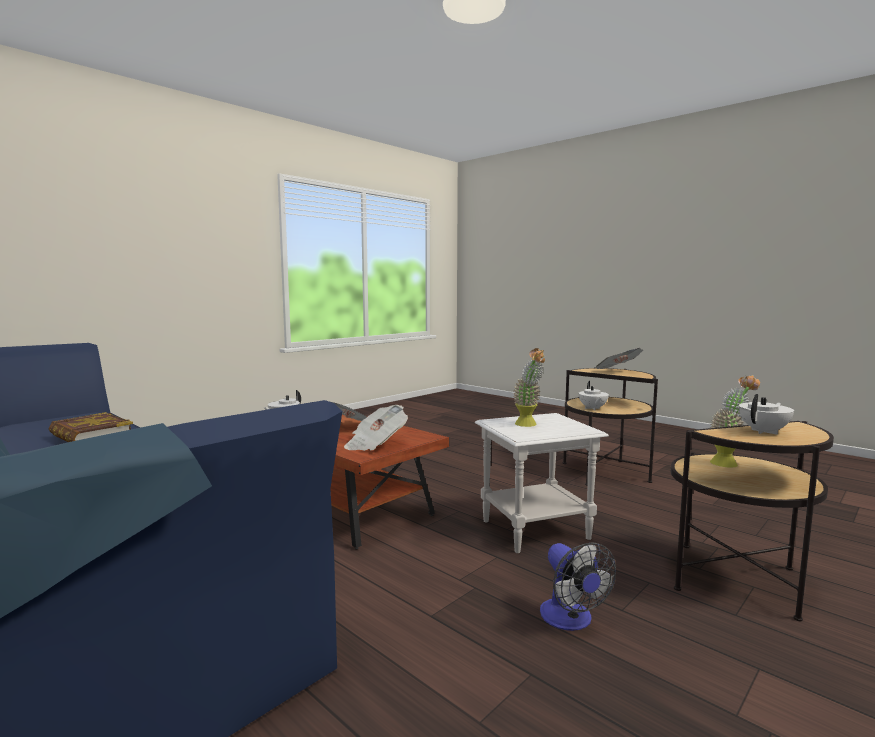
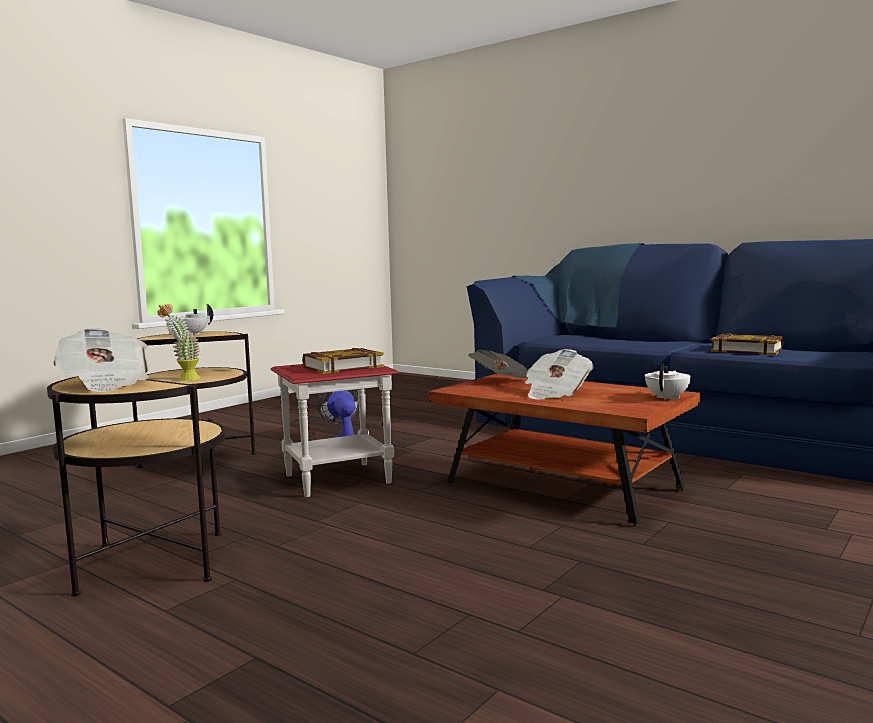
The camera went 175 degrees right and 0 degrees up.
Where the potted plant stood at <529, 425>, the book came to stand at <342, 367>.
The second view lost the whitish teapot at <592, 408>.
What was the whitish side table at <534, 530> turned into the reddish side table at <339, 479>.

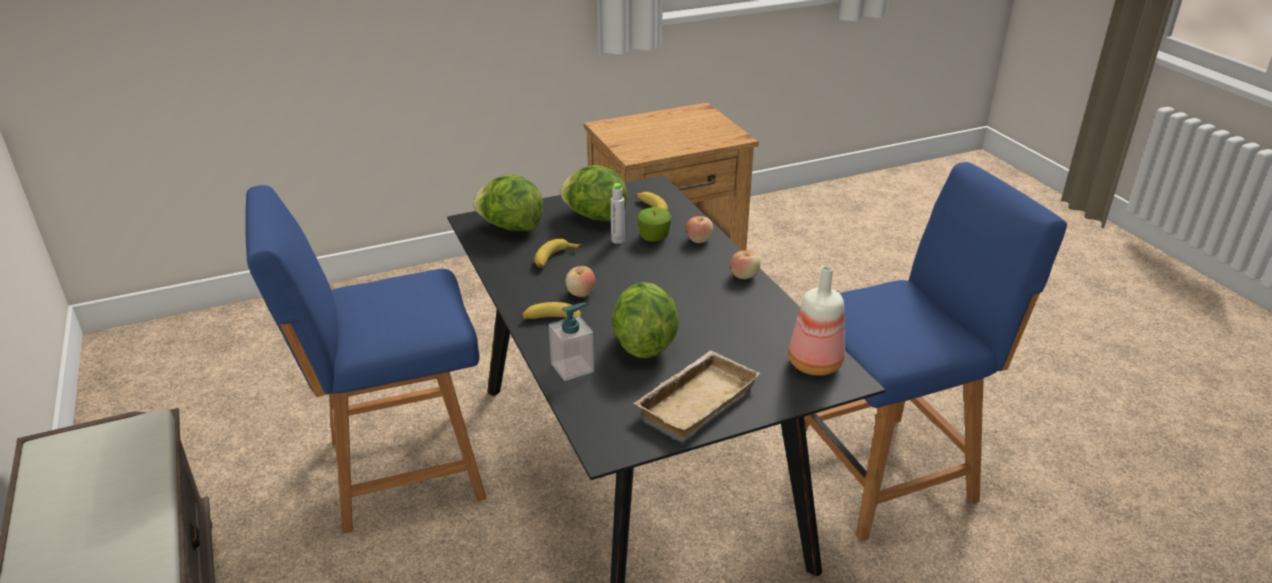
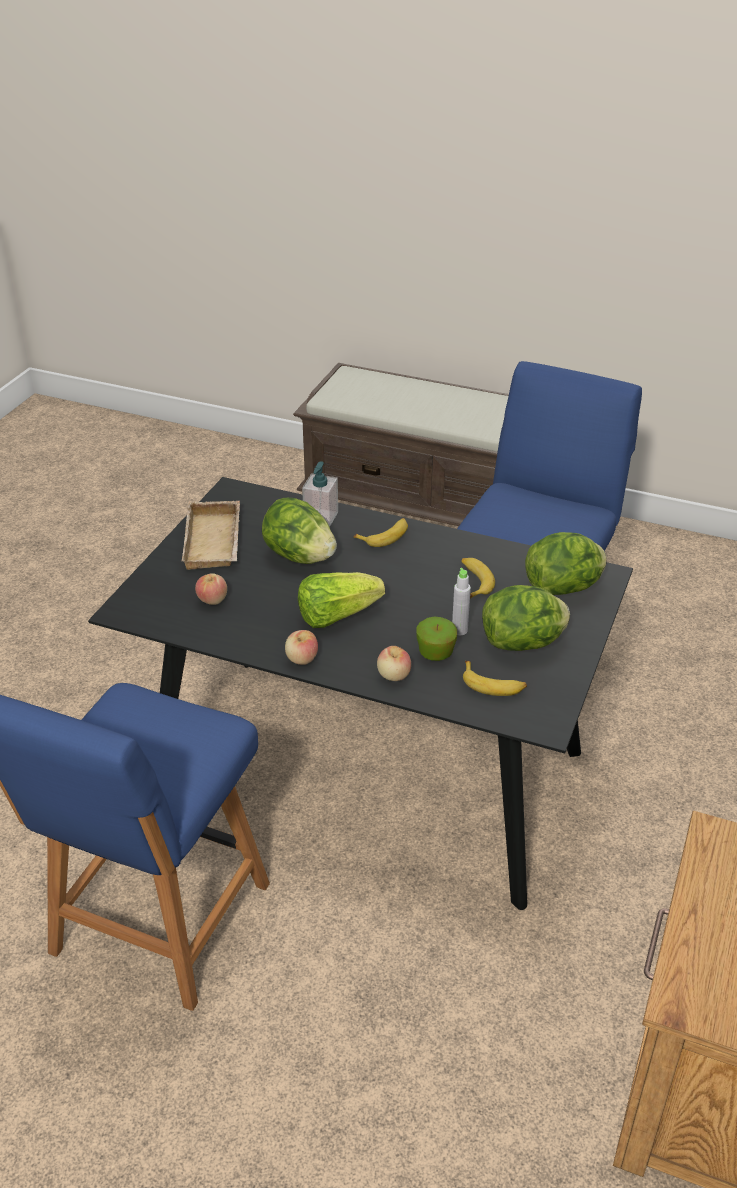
The camera went 135 degrees right and 5 degrees up.
The apple ended up elsewhere, having gone from <581, 293> to <212, 600>.
The second view lost the drink bottle at <813, 363>.
The second view gained the lettuce at <336, 615>.

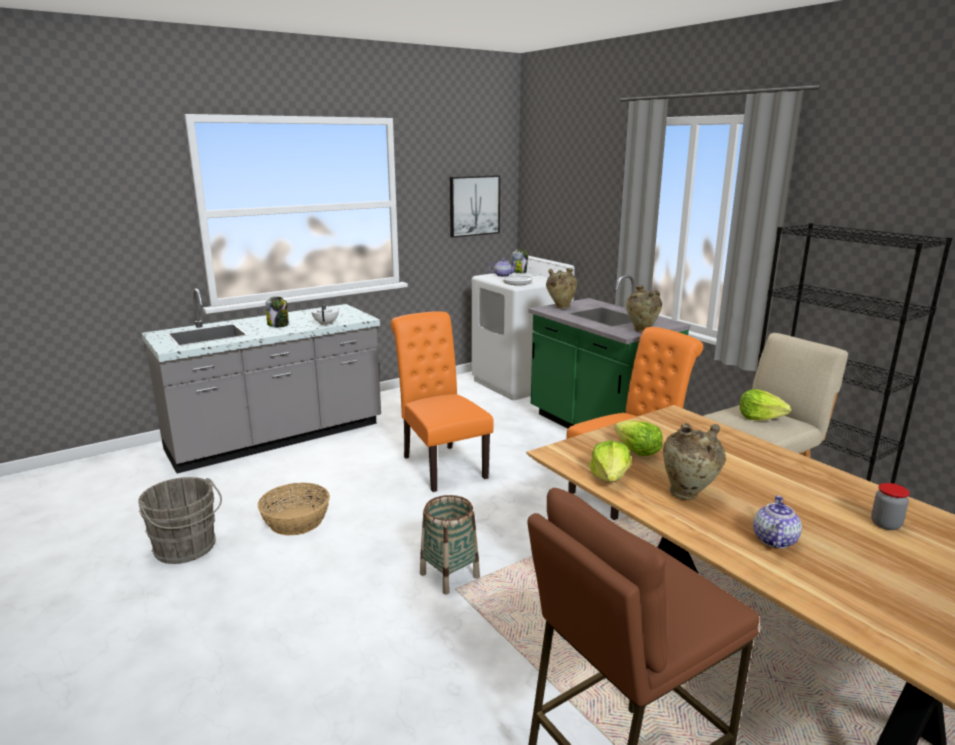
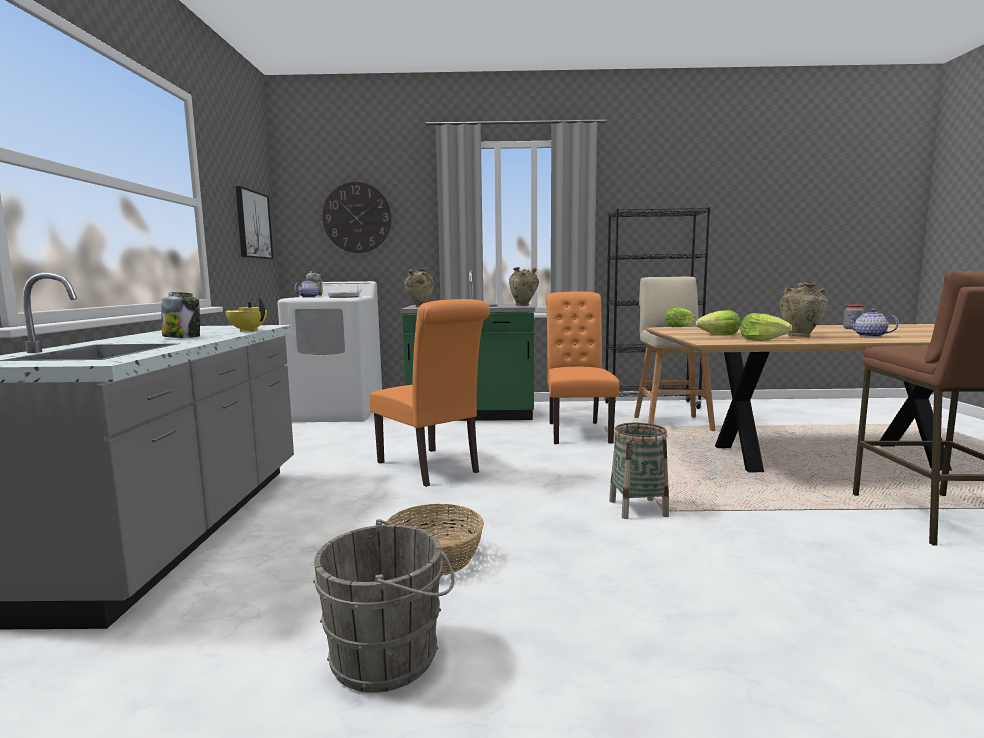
The camera went 55 degrees left and 10 degrees down.
What was the whitish teapot at <326, 324> turned into the yellowish teapot at <248, 330>.
The orange chair at <440, 465> ended up facing another way, 135 degrees counterclockwise from before.
The second view gained the wall clock at <357, 217>.

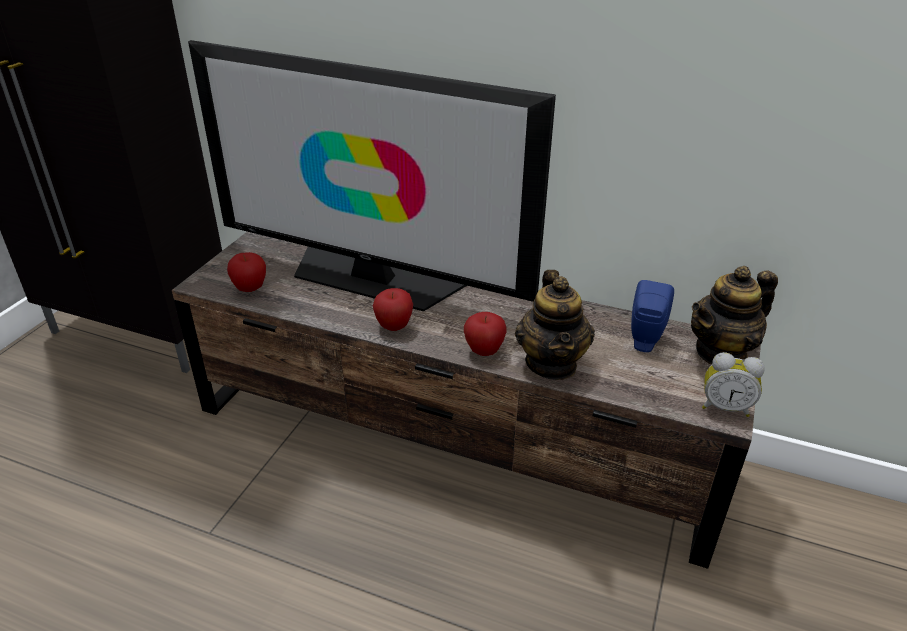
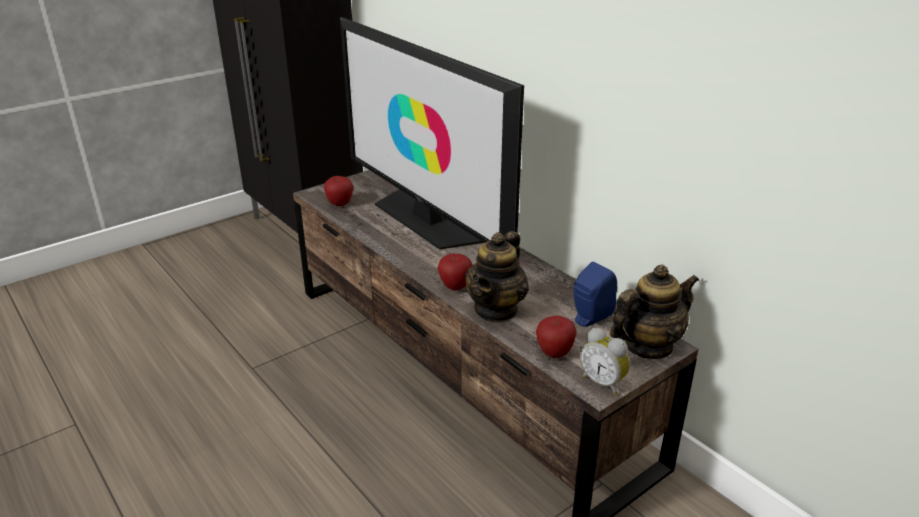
The camera went 30 degrees right and 5 degrees down.
The teapot at <721, 352> ended up facing another way, 150 degrees clockwise from before.
The apple ended up elsewhere, having gone from <394, 326> to <554, 353>.

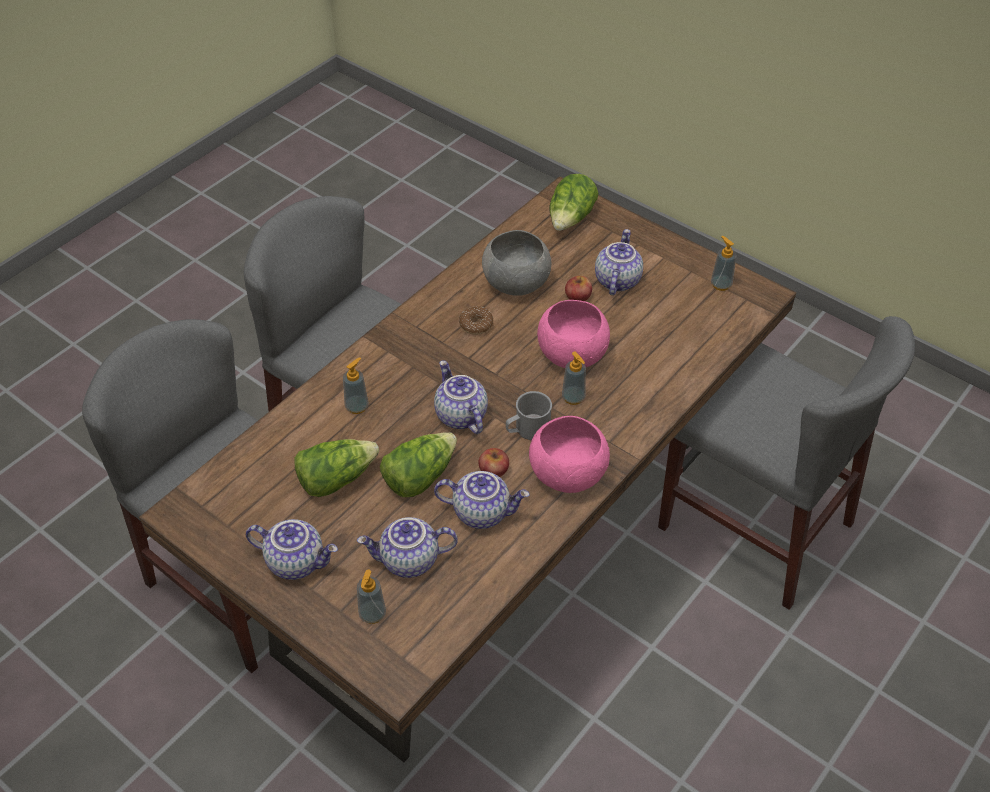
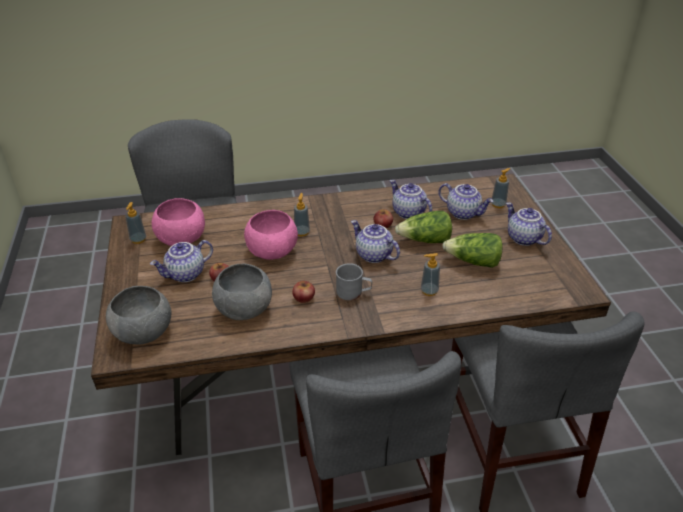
The camera went 140 degrees left and 10 degrees down.
Where the lettuce stood at <571, 219>, the grey deep dish came to stand at <143, 332>.
Where the ring doughnut stood at <476, 324>, the apple came to stand at <304, 297>.
The teapot at <459, 416> ended up facing another way, 120 degrees clockwise from before.
The grey mug ended up elsewhere, having gone from <527, 430> to <353, 292>.
The pink-coloured deep dish ended up elsewhere, having gone from <567, 473> to <181, 239>.

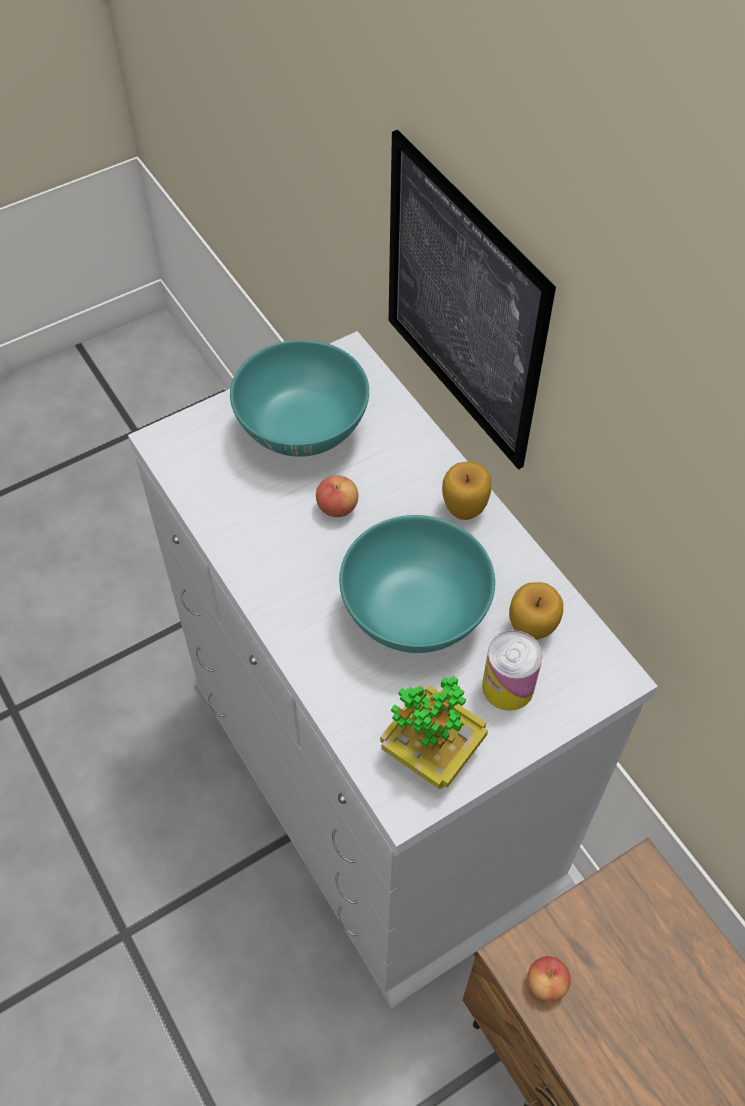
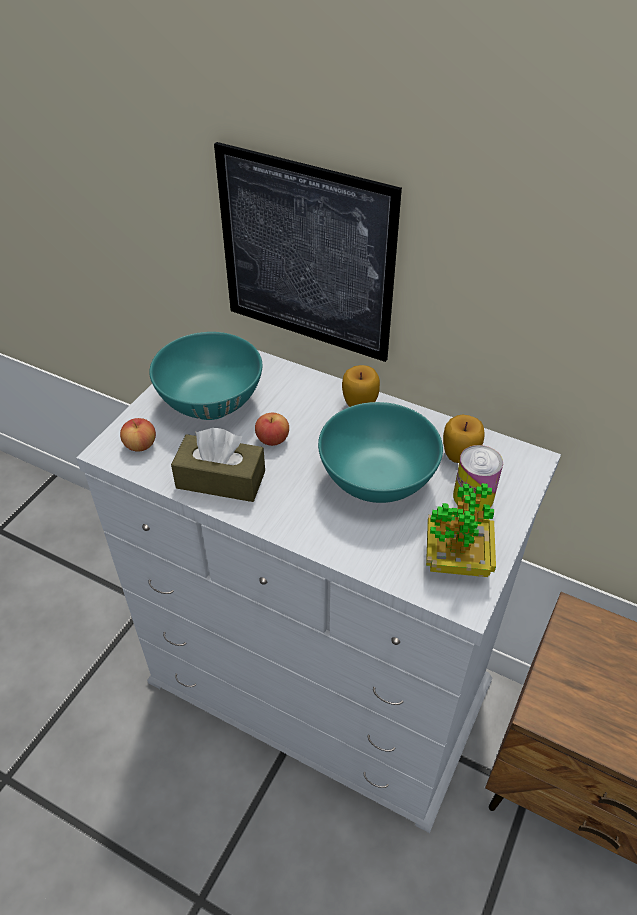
The camera went 30 degrees left and 10 degrees down.
The apple ended up elsewhere, having gone from <546, 983> to <140, 445>.
The second view gained the brown tissue box at <221, 479>.

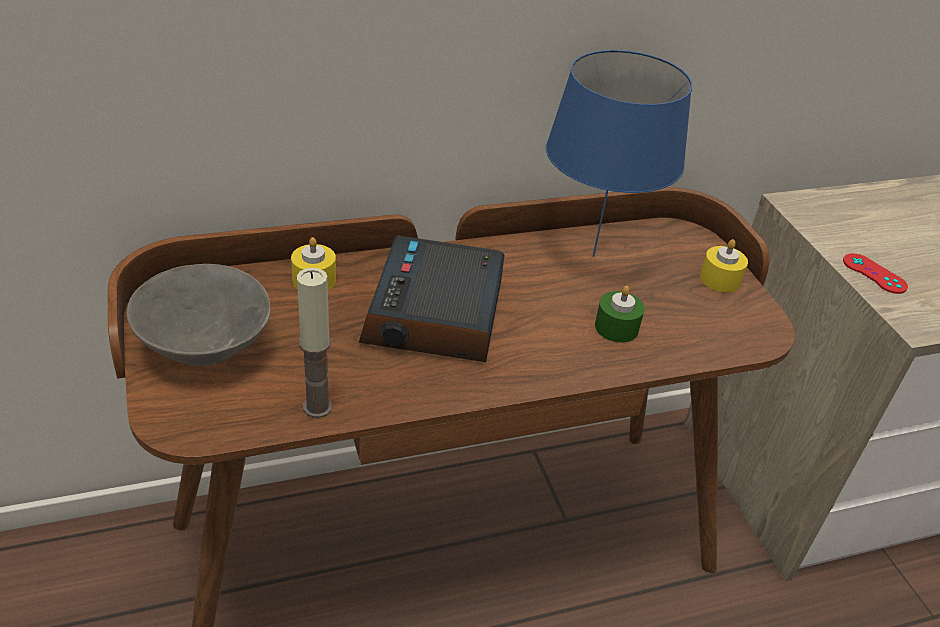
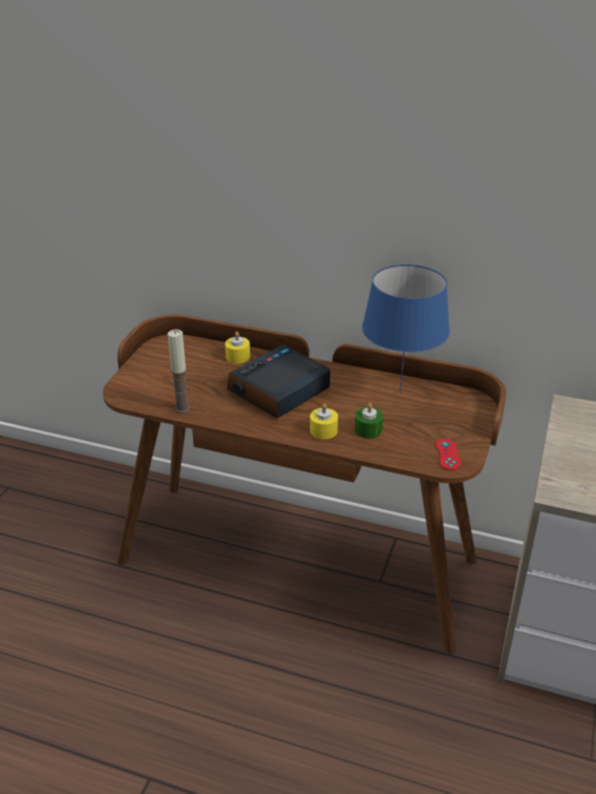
The camera went 40 degrees right and 5 degrees down.
The yellowish candle ended up elsewhere, having gone from <720, 279> to <323, 430>.
The reddish gamepad ended up elsewhere, having gone from <874, 274> to <447, 454>.
The second view lost the grey deep dish at <207, 349>.

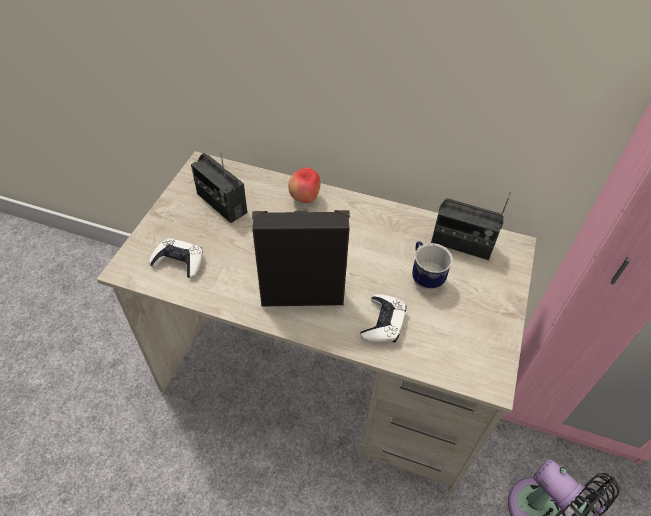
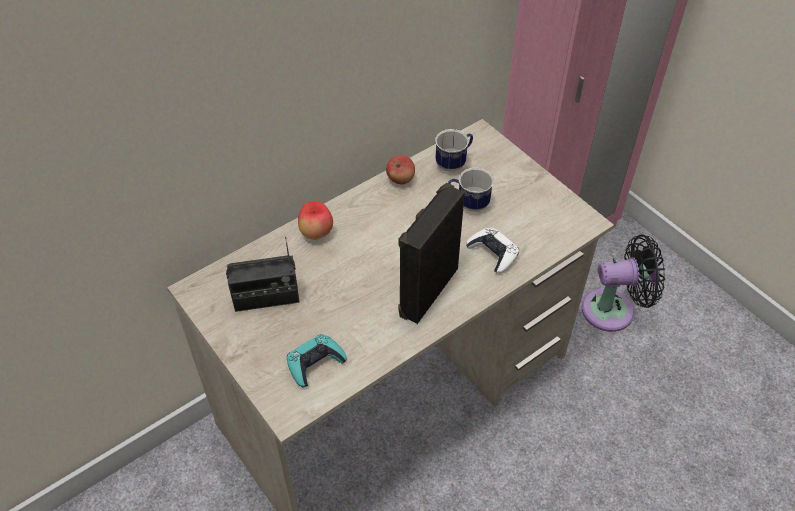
The camera went 55 degrees left and 0 degrees up.
Where the radio stood at <461, 244>, the mug came to stand at <454, 163>.
What was the whitish gamepad at <179, 261> turned into the turquoise-coloured gamepad at <315, 363>.
The second view gained the apple at <400, 179>.

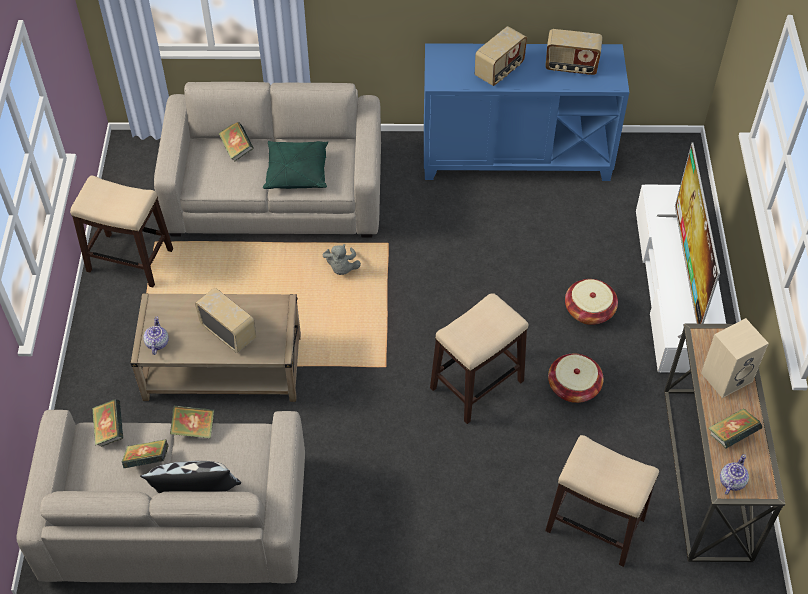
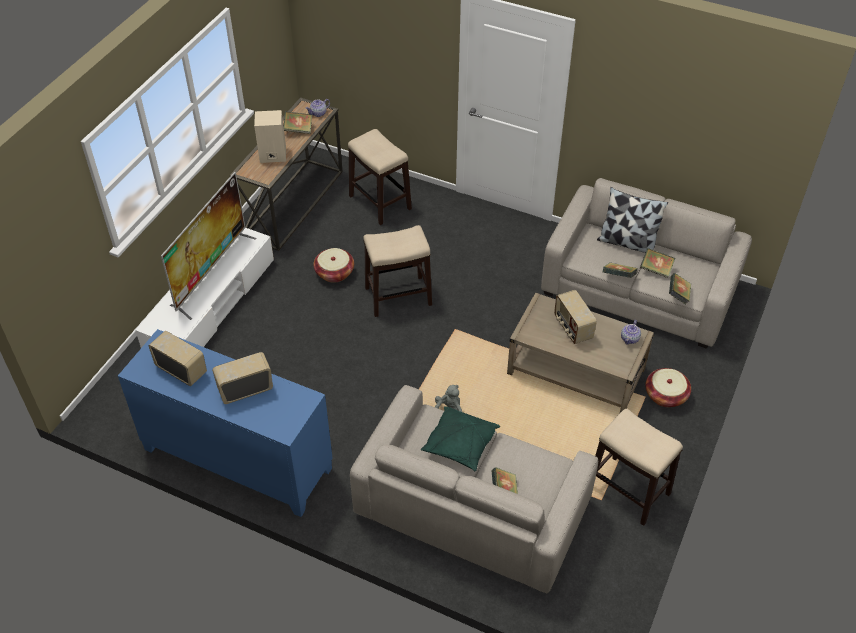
The camera went 155 degrees left and 5 degrees down.
The storage basket ended up elsewhere, having gone from <589, 310> to <665, 395>.

